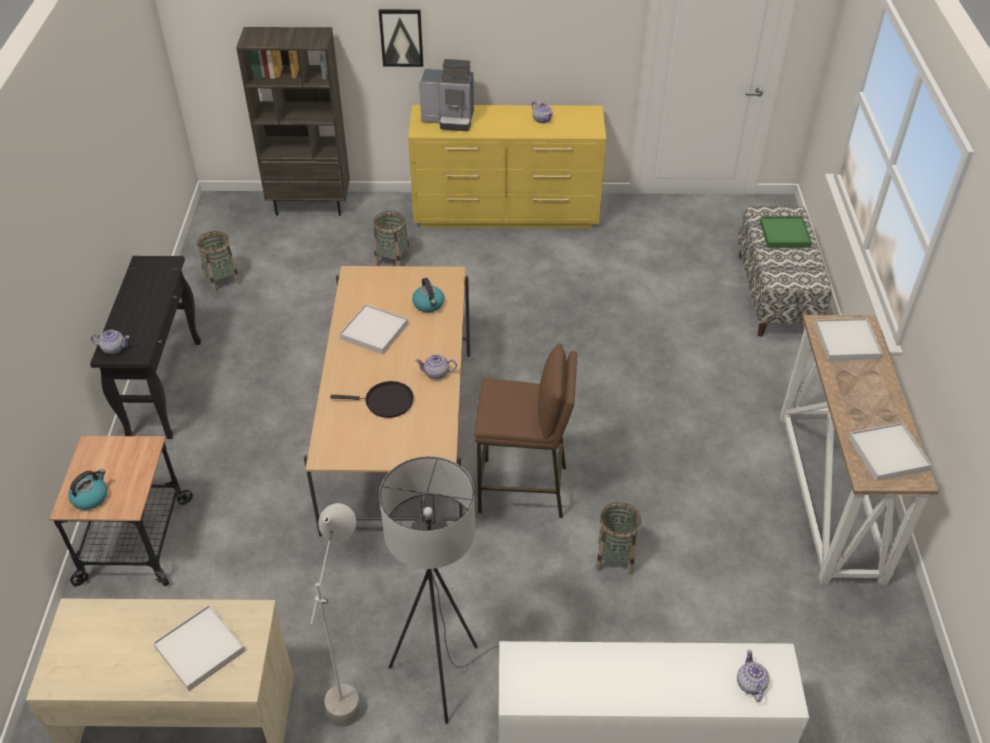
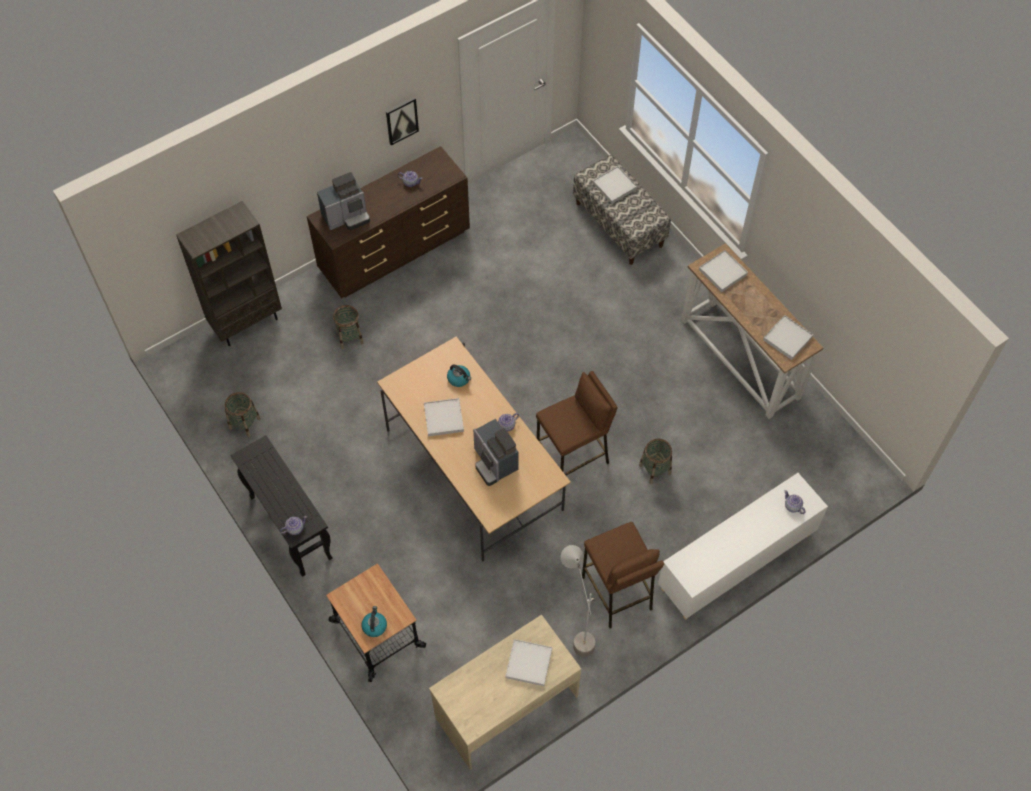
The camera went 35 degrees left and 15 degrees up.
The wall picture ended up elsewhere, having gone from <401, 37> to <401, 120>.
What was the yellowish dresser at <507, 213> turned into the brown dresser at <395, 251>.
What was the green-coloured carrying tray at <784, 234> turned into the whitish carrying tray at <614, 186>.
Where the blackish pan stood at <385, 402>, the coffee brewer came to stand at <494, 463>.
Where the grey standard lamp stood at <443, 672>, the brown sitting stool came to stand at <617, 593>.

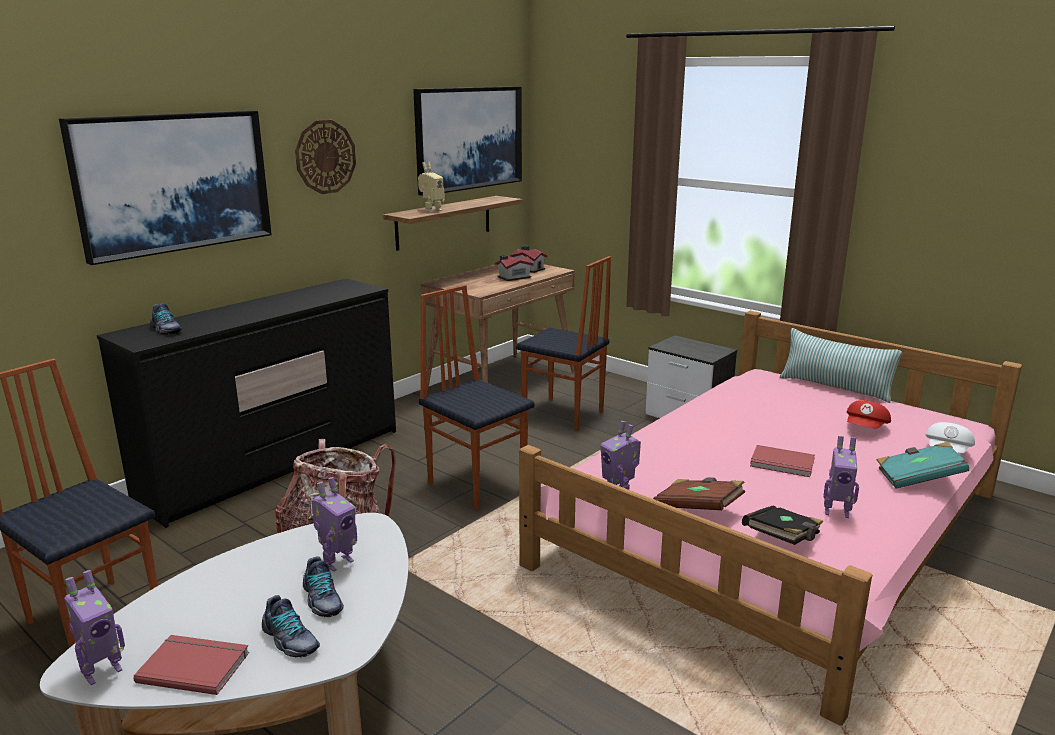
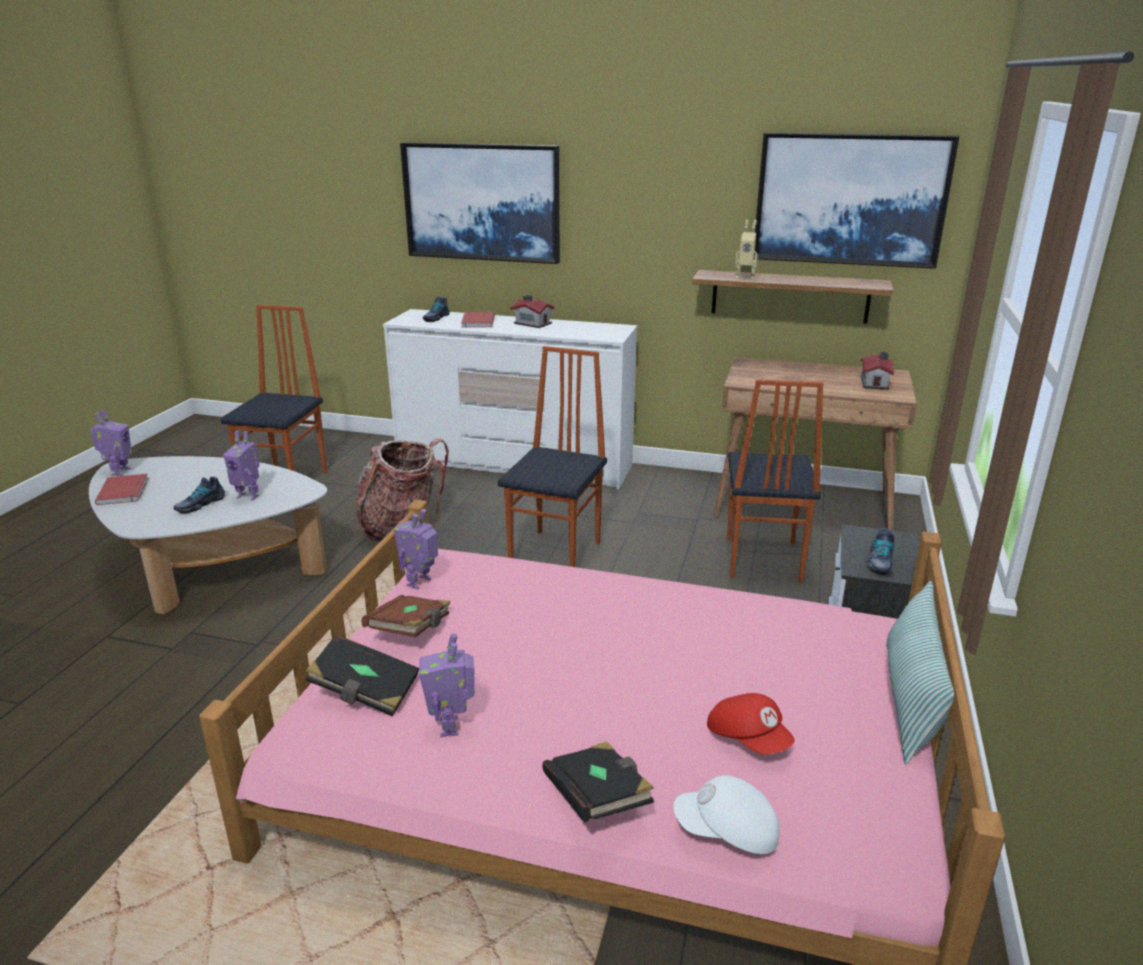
The camera went 65 degrees right and 5 degrees up.
The second view lost the wall clock at <325, 157>.
The toy house ended up elsewhere, having gone from <513, 277> to <532, 323>.
What was the blackish dresser at <275, 464> turned into the whitish dresser at <514, 464>.
The reddish cap at <866, 428> ended up facing another way, 135 degrees counterclockwise from before.
What was the turquoise-coloured book at <918, 479> turned into the blackish book at <598, 798>.
The reddish book ended up elsewhere, having gone from <782, 464> to <476, 322>.
The model robot at <102, 672> ended up facing another way, 105 degrees counterclockwise from before.
The shoe ended up elsewhere, having gone from <289, 640> to <879, 562>.

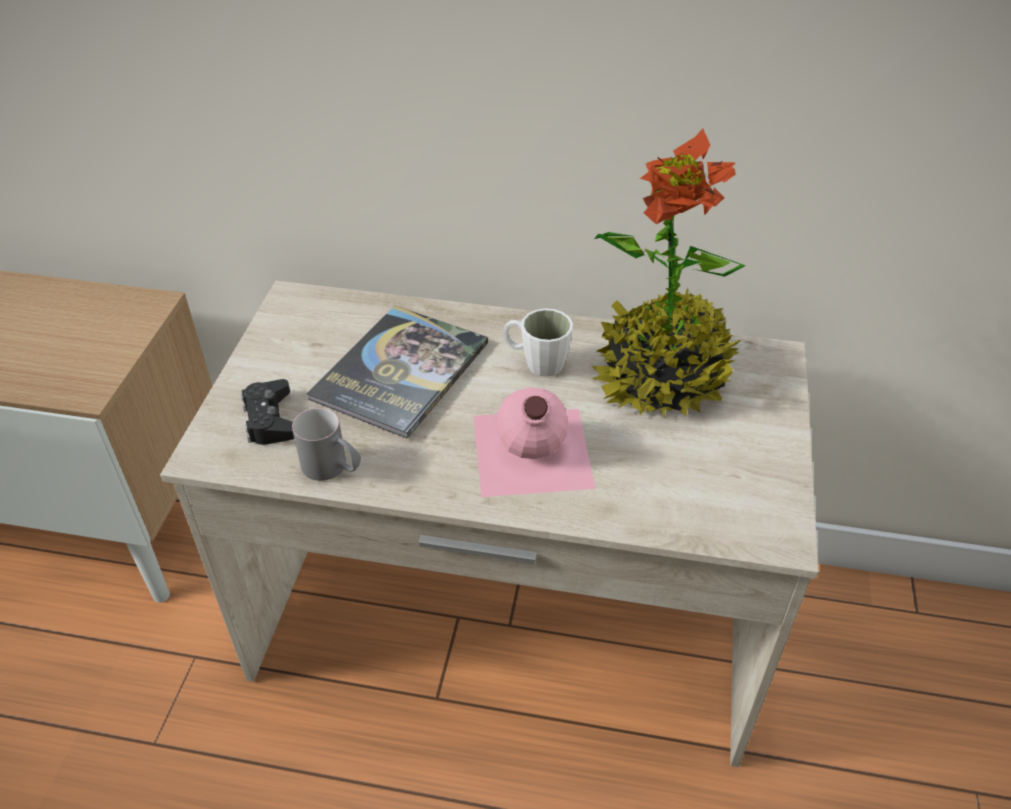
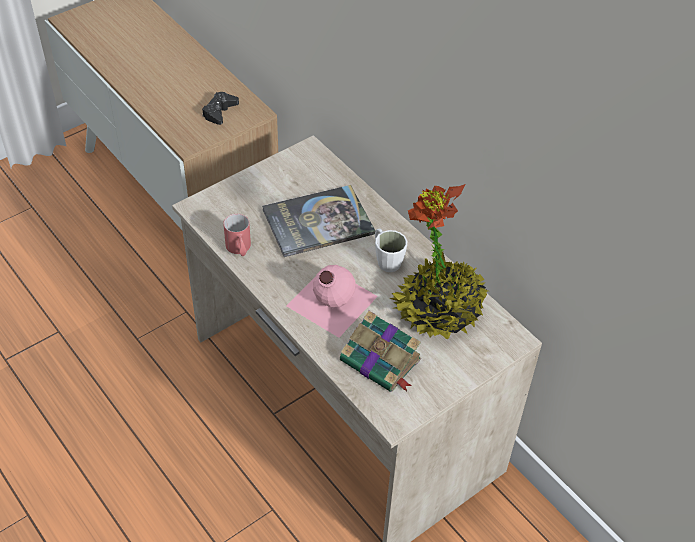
The camera went 40 degrees right and 5 degrees up.
The blackish gamepad ended up elsewhere, having gone from <270, 419> to <219, 112>.
What was the grey mug at <333, 469> turned into the reddish mug at <239, 250>.
The second view gained the book at <381, 361>.

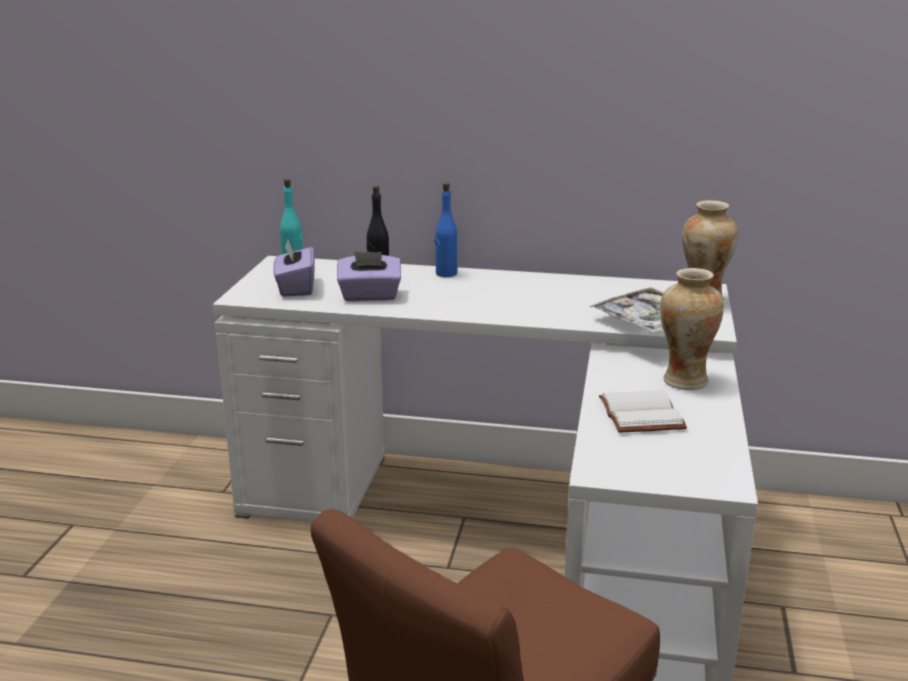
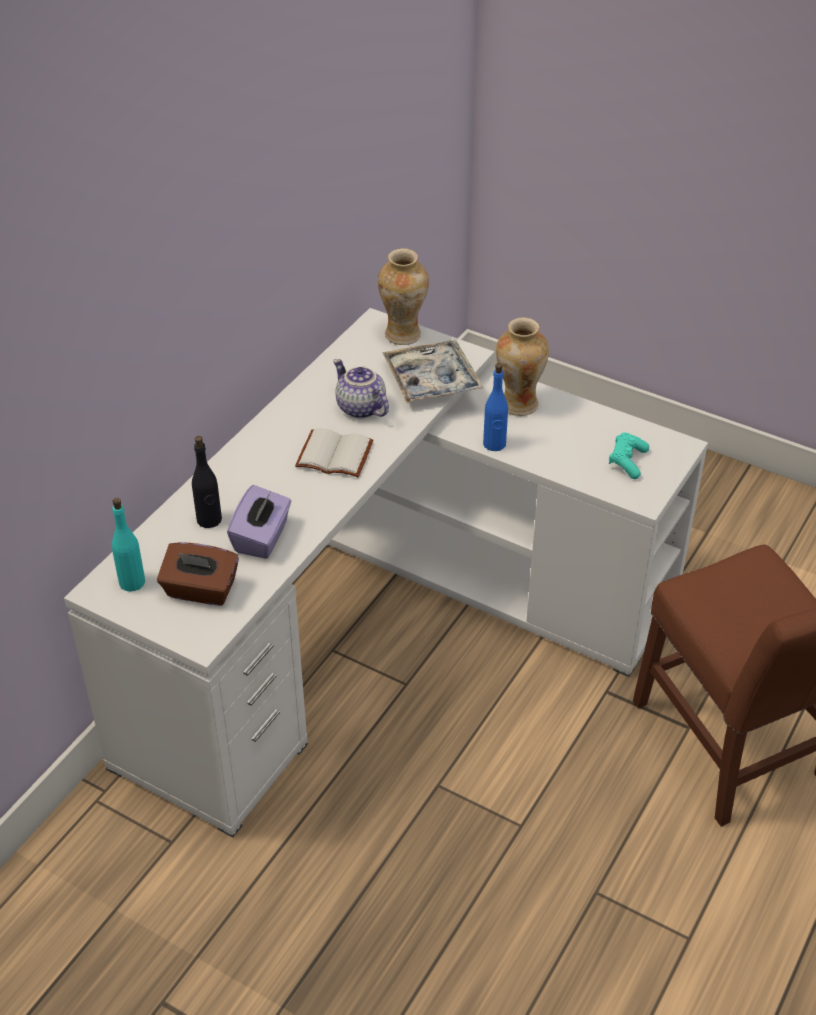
The camera went 70 degrees left and 20 degrees up.
The bluish drink bottle ended up elsewhere, having gone from <446, 274> to <494, 444>.
What was the purplish tissue box at <295, 288> turned into the brown tissue box at <200, 590>.
The whitish book ended up elsewhere, having gone from <644, 415> to <336, 454>.
The second view gained the teapot at <359, 408>.
The second view gained the turquoise-coloured gamepad at <627, 462>.

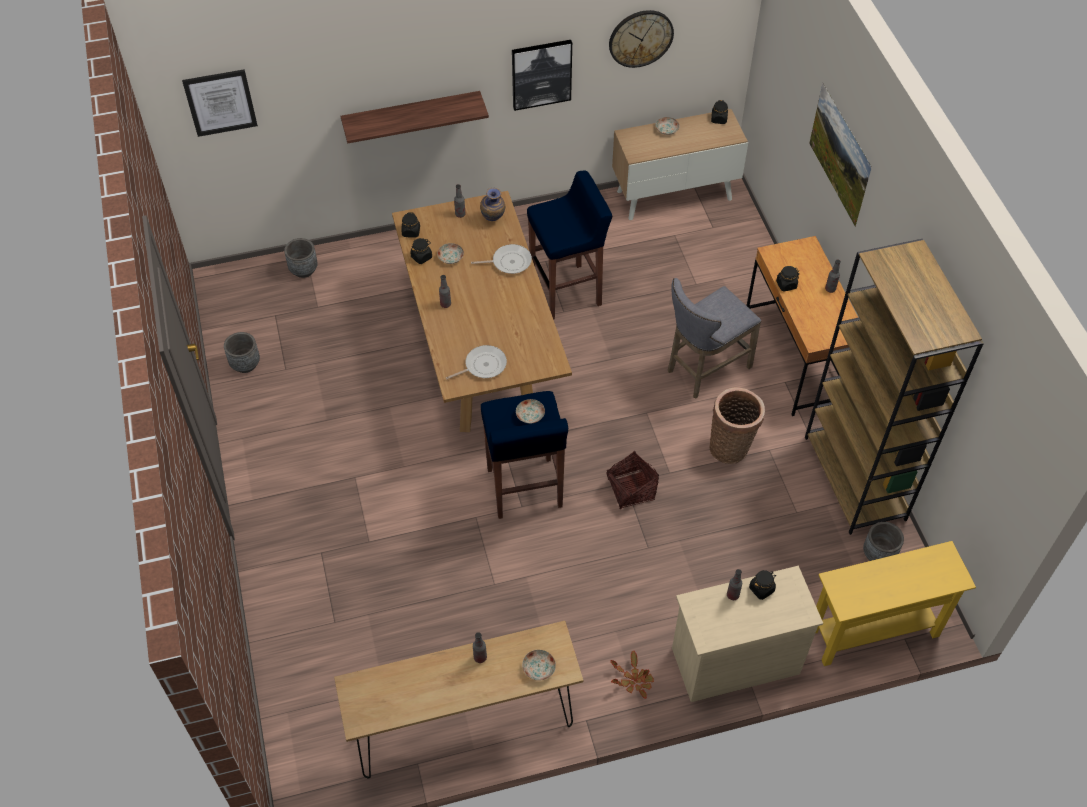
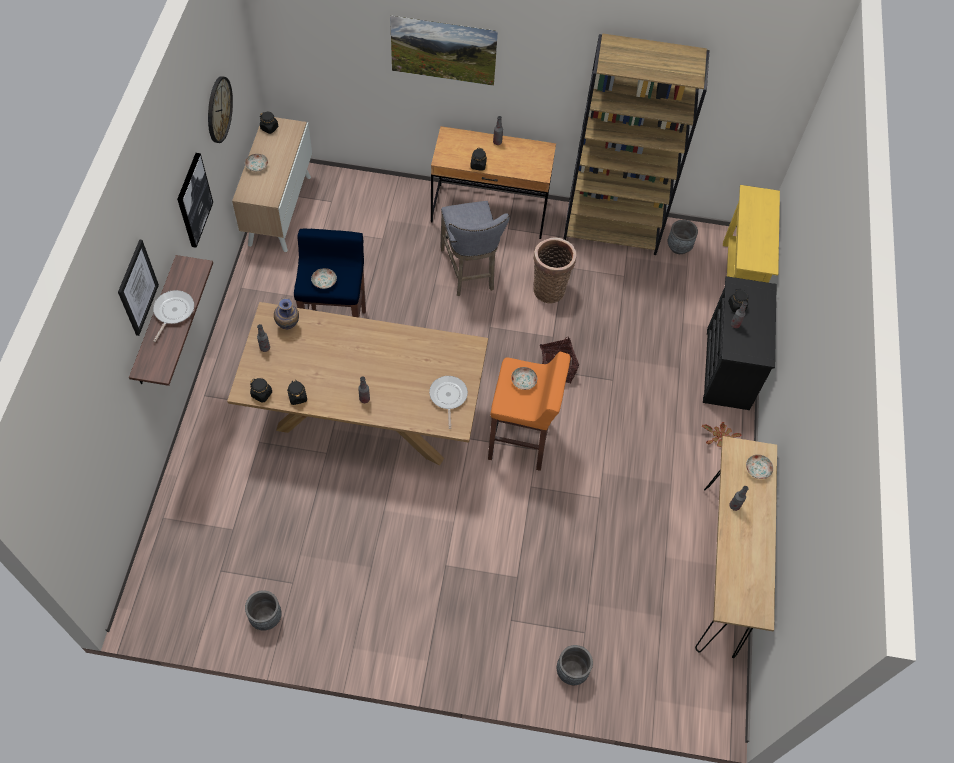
The camera went 70 degrees left and 5 degrees up.
The wall picture ended up elsewhere, having gone from <220, 102> to <137, 288>.
The grey plant pot ended up elsewhere, having gone from <303, 270> to <571, 671>.
The flat dish ended up elsewhere, having gone from <451, 257> to <324, 281>.
The pan ended up elsewhere, having gone from <509, 262> to <173, 312>.
What was the bluish sitting stool at <524, 489> turned into the orange sitting stool at <520, 441>.
What was the beige-coloured dresser at <734, 661> turned into the blackish dresser at <727, 369>.

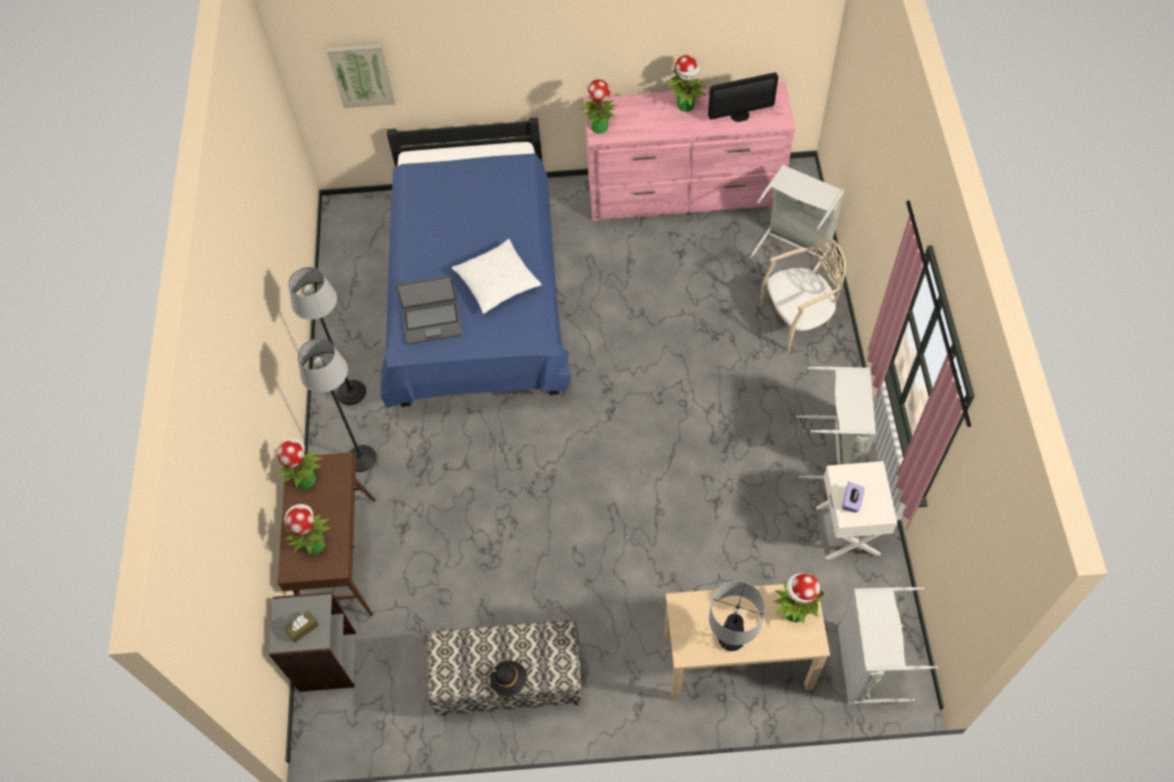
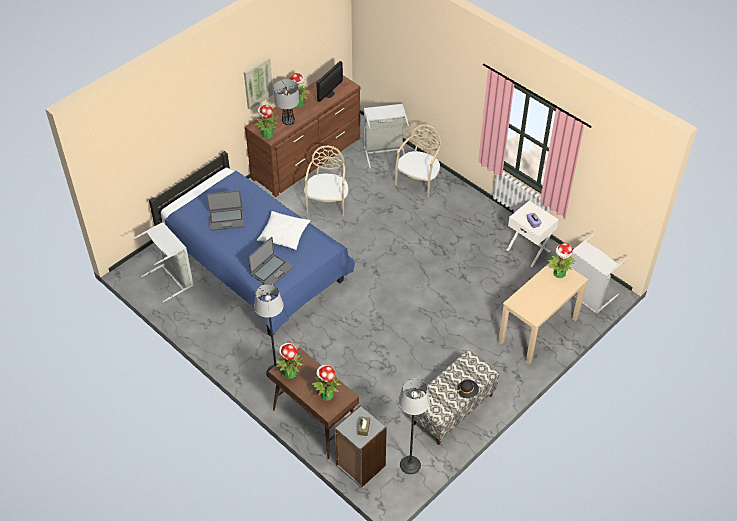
The camera went 45 degrees left and 10 degrees down.
The wall picture ended up elsewhere, having gone from <362, 75> to <257, 82>.
What was the pink-coloured dresser at <684, 192> turned into the brown dresser at <307, 158>.
The standard lamp ended up elsewhere, having gone from <351, 392> to <410, 465>.
The grey laundry basket ended up elsewhere, having gone from <836, 448> to <172, 278>.
The table lamp ended up elsewhere, having gone from <731, 639> to <288, 121>.
The second view gained the beige-coloured chair at <327, 203>.
The second view gained the notebook computer at <226, 219>.

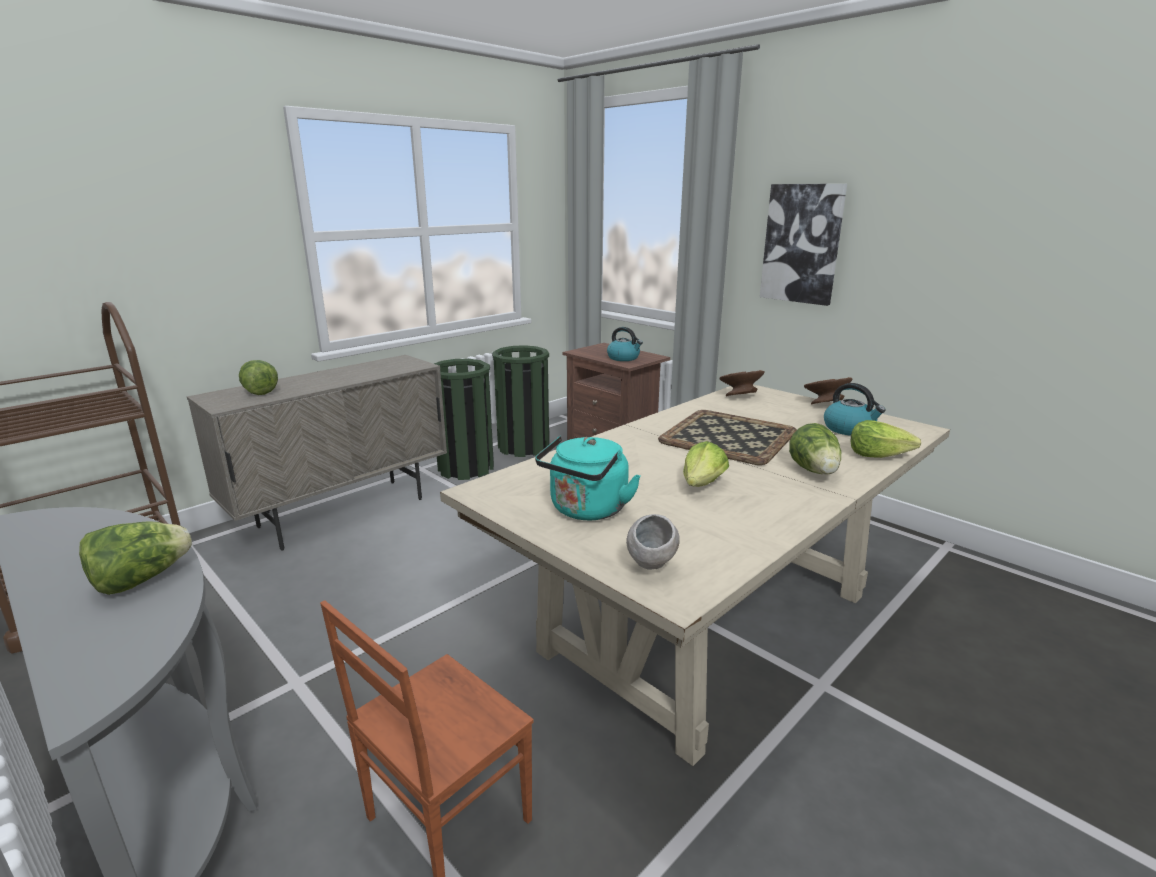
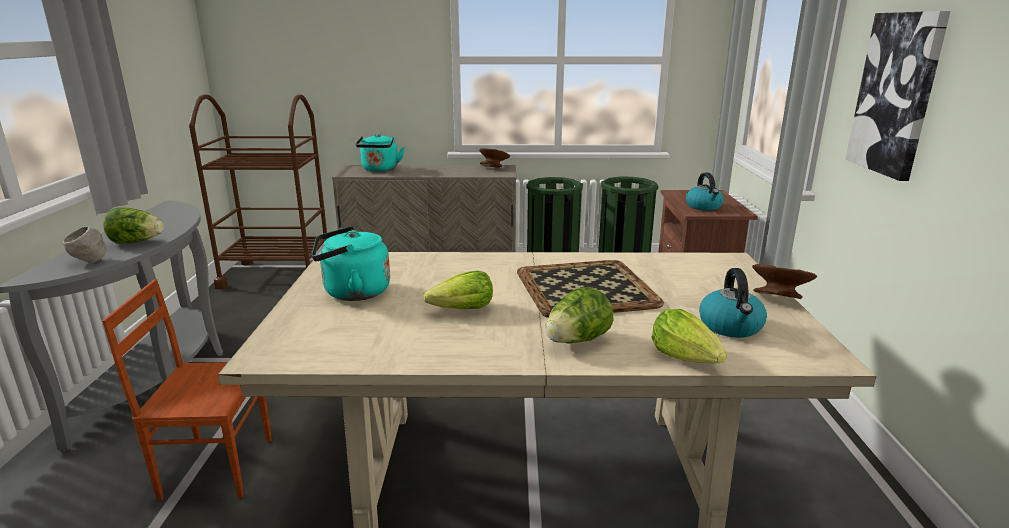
The camera went 45 degrees right and 0 degrees up.
Where the lettuce stood at <259, 391>, the turquoise-coloured kettle came to stand at <380, 170>.
The brown deep dish ended up elsewhere, having gone from <739, 396> to <494, 168>.
The grey deep dish ended up elsewhere, having gone from <651, 568> to <90, 262>.

